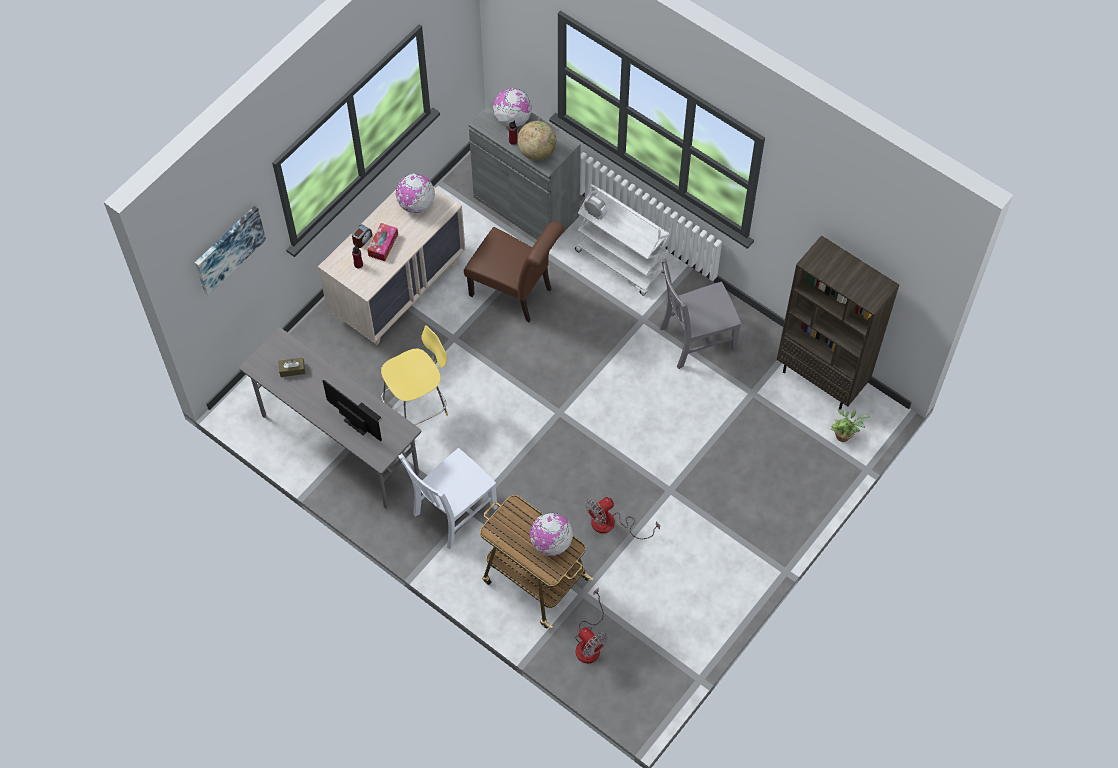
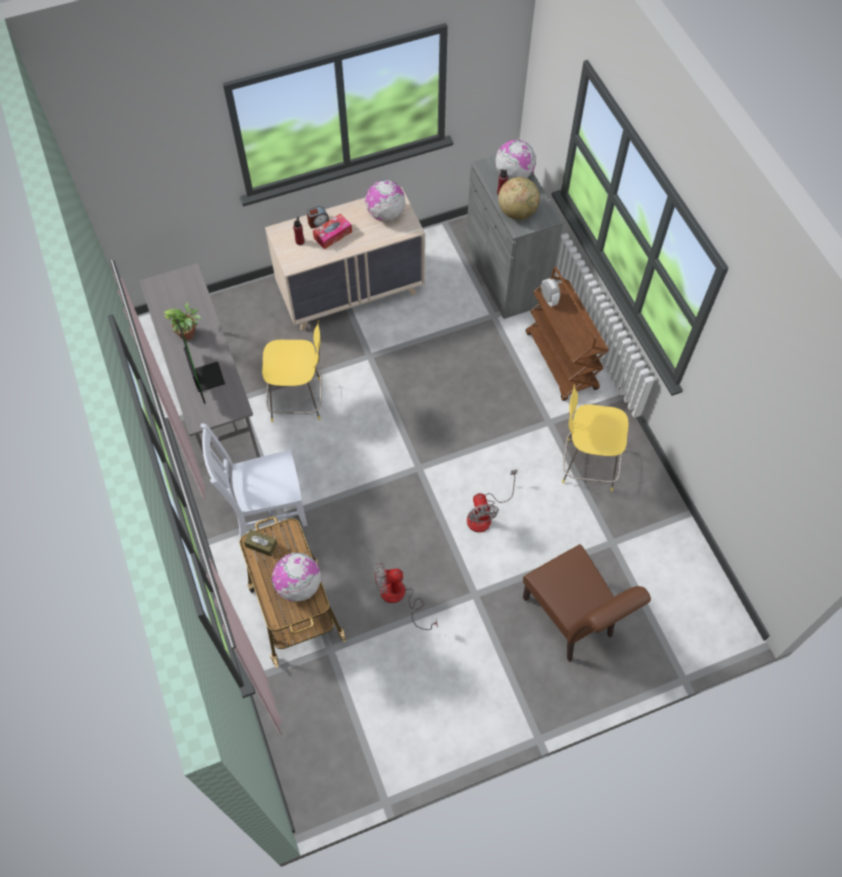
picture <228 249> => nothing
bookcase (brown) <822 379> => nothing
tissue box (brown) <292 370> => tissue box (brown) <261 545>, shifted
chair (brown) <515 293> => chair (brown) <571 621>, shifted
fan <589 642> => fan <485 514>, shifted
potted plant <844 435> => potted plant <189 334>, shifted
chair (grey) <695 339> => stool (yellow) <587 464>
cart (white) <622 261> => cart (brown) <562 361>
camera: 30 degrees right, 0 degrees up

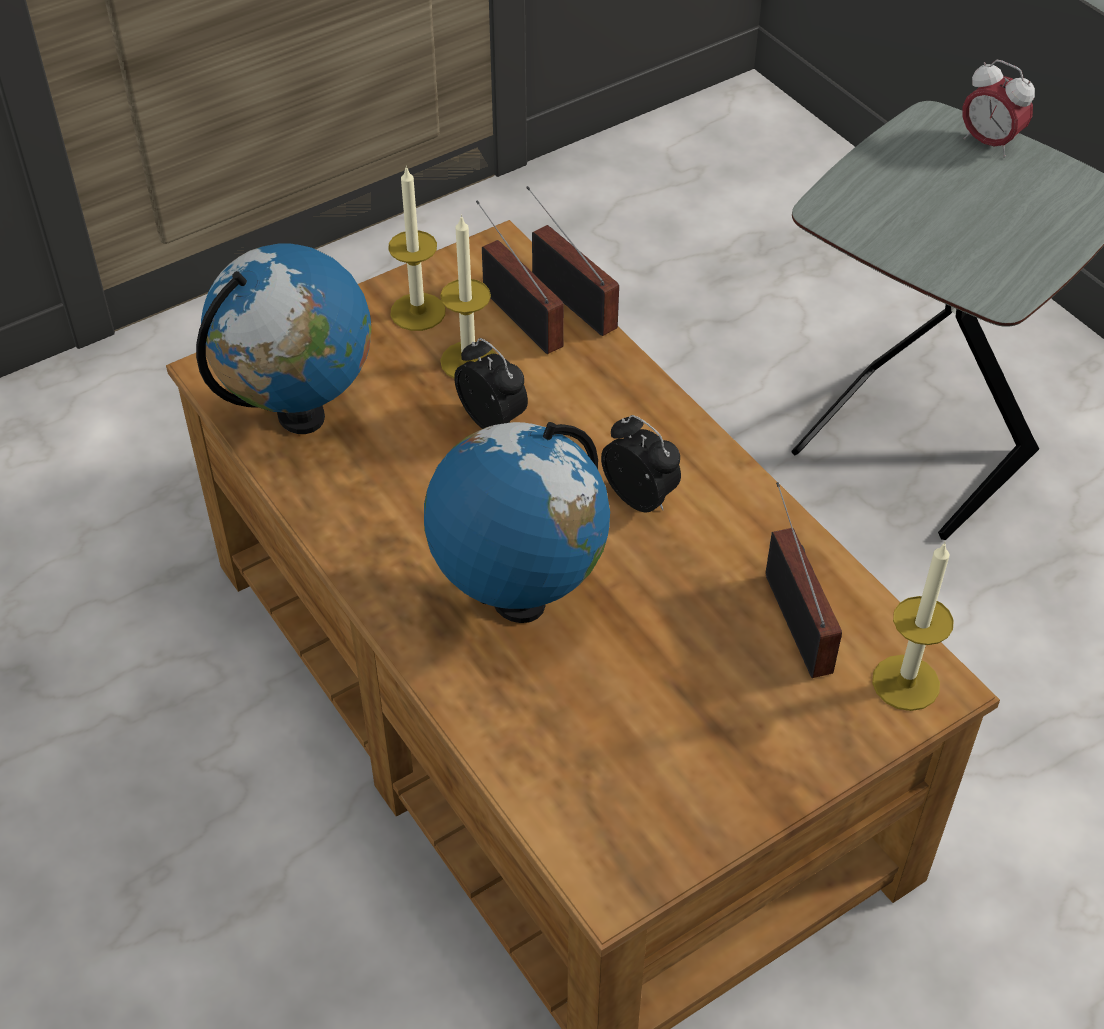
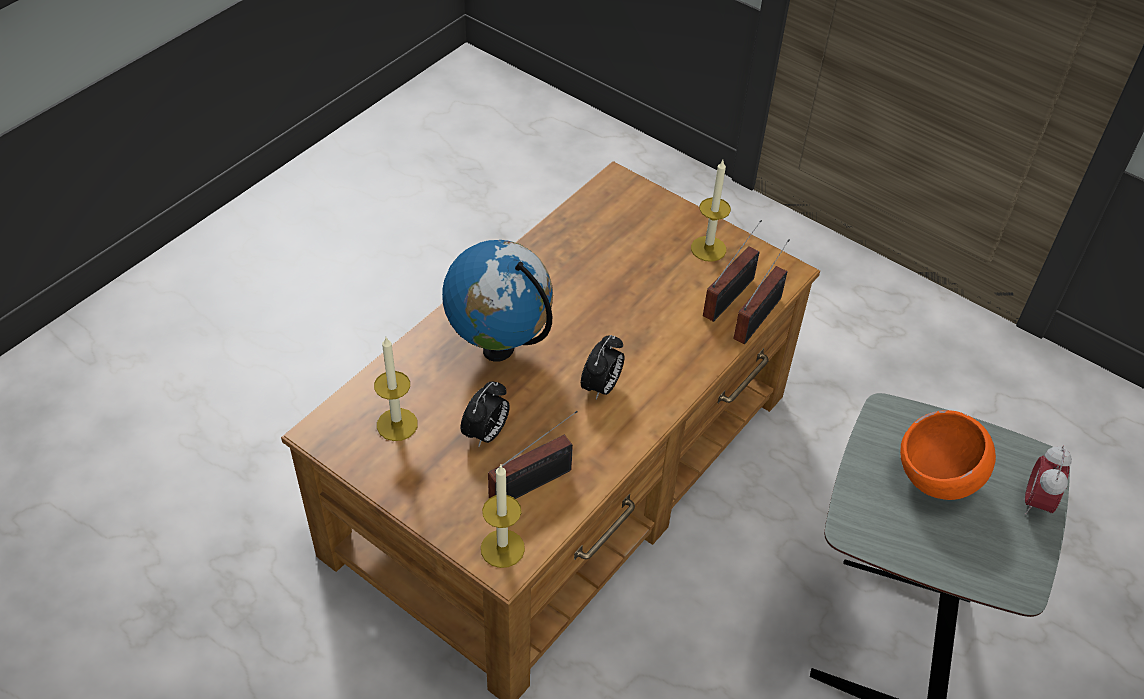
globe <301 416> => nothing
nothing => bowl (orange) <937 480>
candle <468 361> => candle <397 424>, shifted
alarm clock <494 421> => alarm clock <486 434>, shifted
camera: 70 degrees right, 0 degrees up

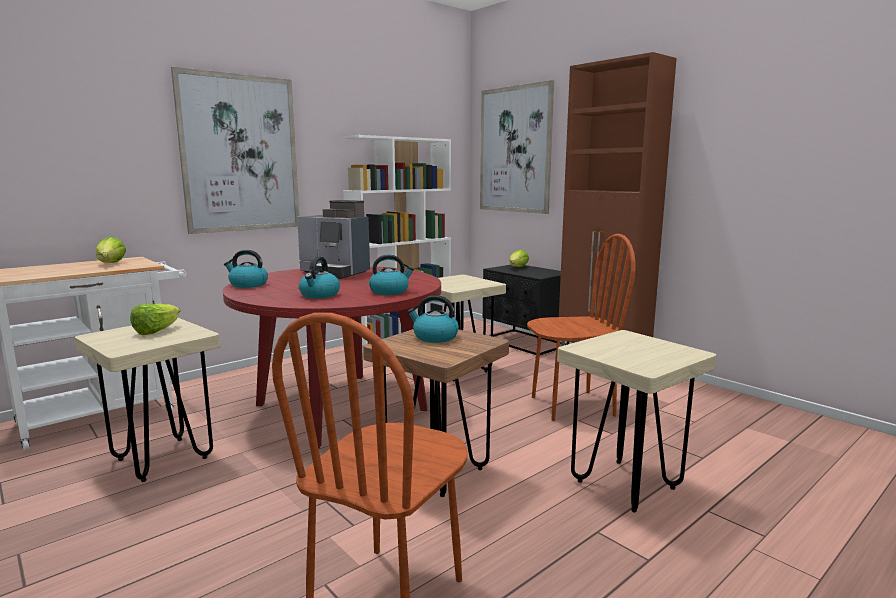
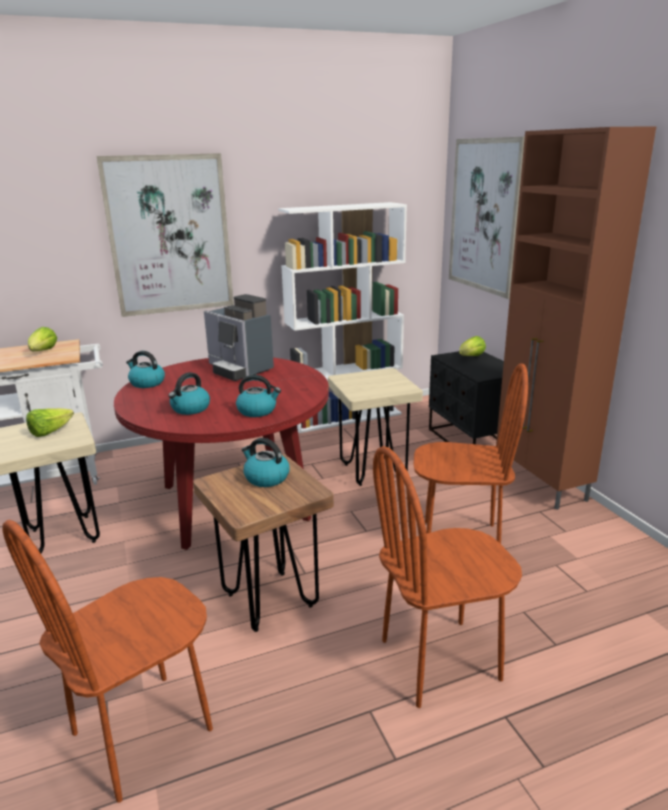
stool (beige) <625 485> => chair (brown) <440 660>
camera: 20 degrees right, 10 degrees up

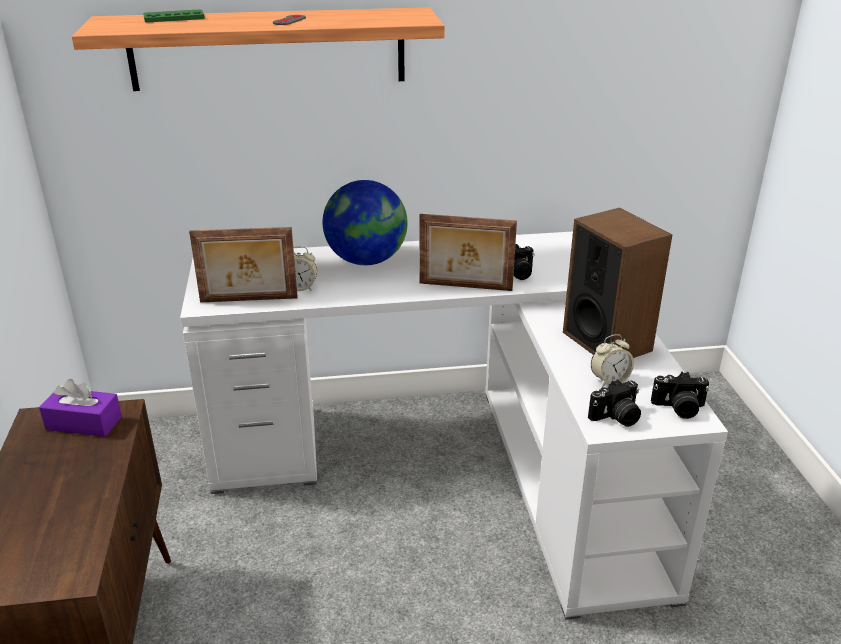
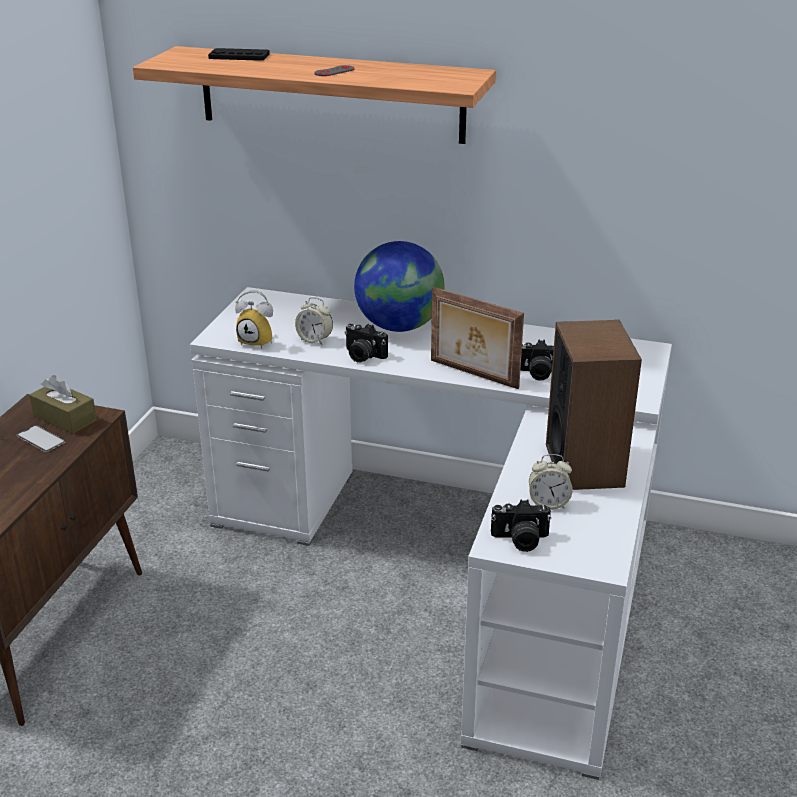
nothing => phone <41 439>
photo camera <679 408> => photo camera <363 356>, shifted
picture frame <249 300> => alarm clock <259 342>
tissue box (purple) <84 423> => tissue box (brown) <65 418>
game controller (green) <174 18> => game controller (black) <239 56>
camera: 25 degrees right, 0 degrees up

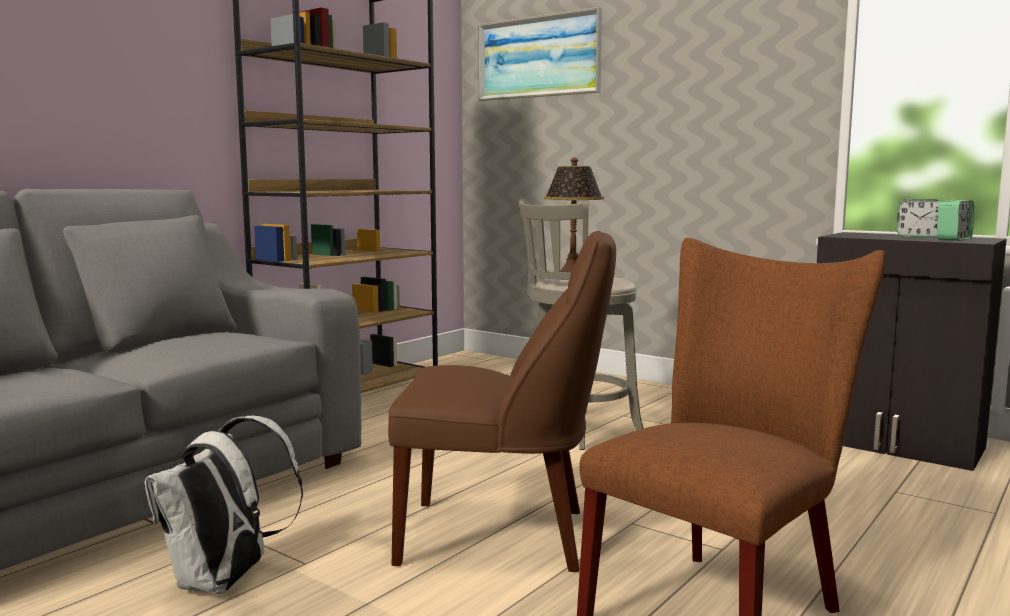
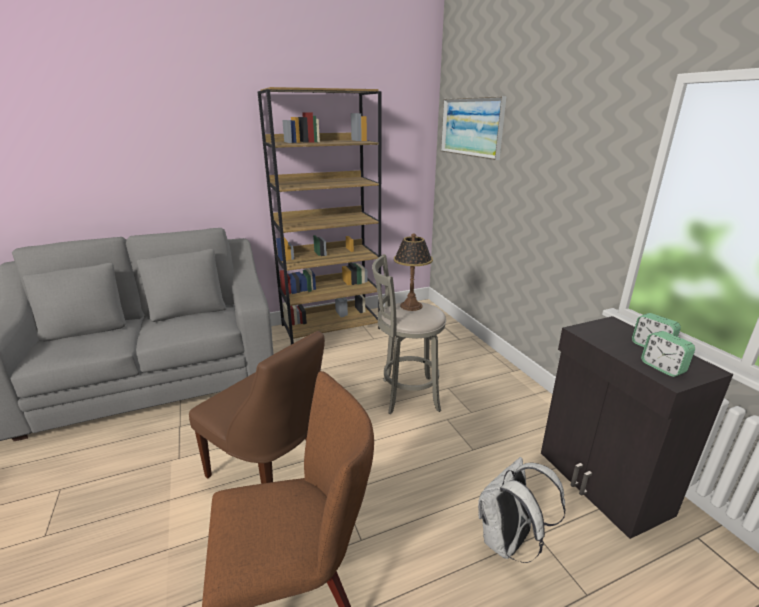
backpack (white) <225 582> => backpack (white) <508 542>, shifted
alarm clock <953 239> => alarm clock <662 368>, 75 degrees clockwise
camera: 30 degrees right, 15 degrees up

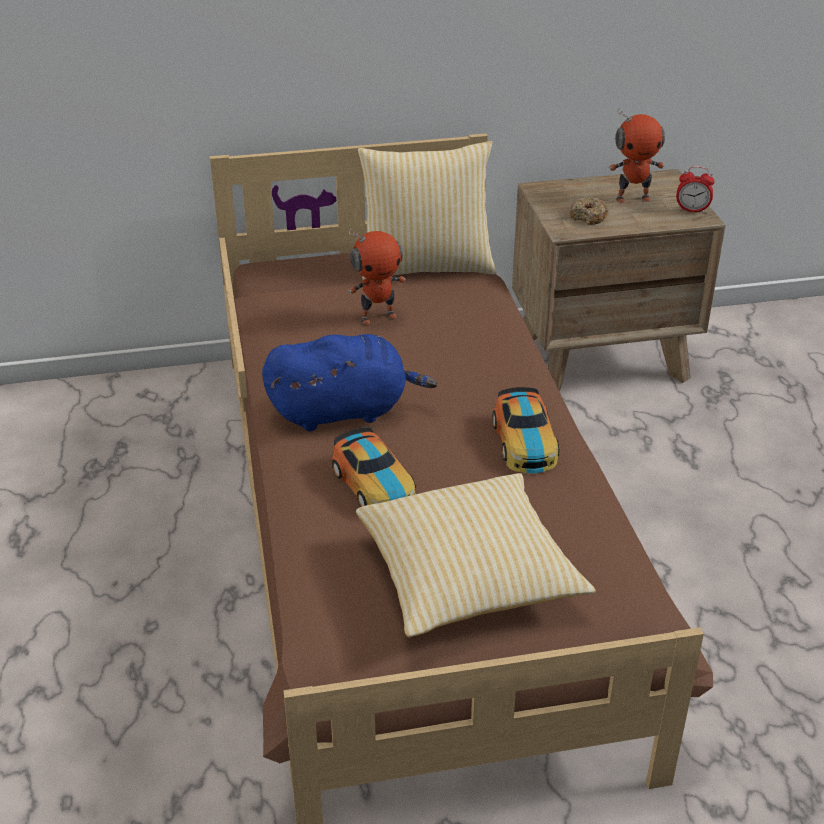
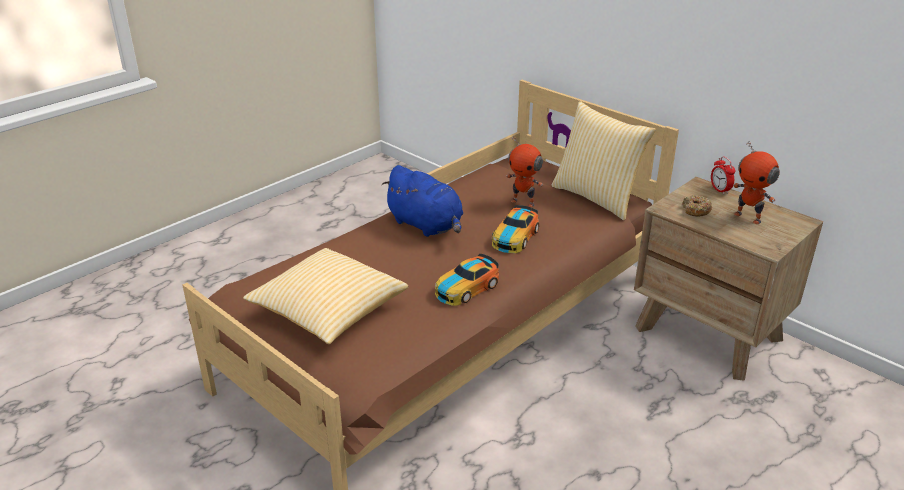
toy car <374 484> => toy car <514 237>, shifted
alarm clock <692 210> => alarm clock <720 190>, shifted
camera: 55 degrees right, 5 degrees down

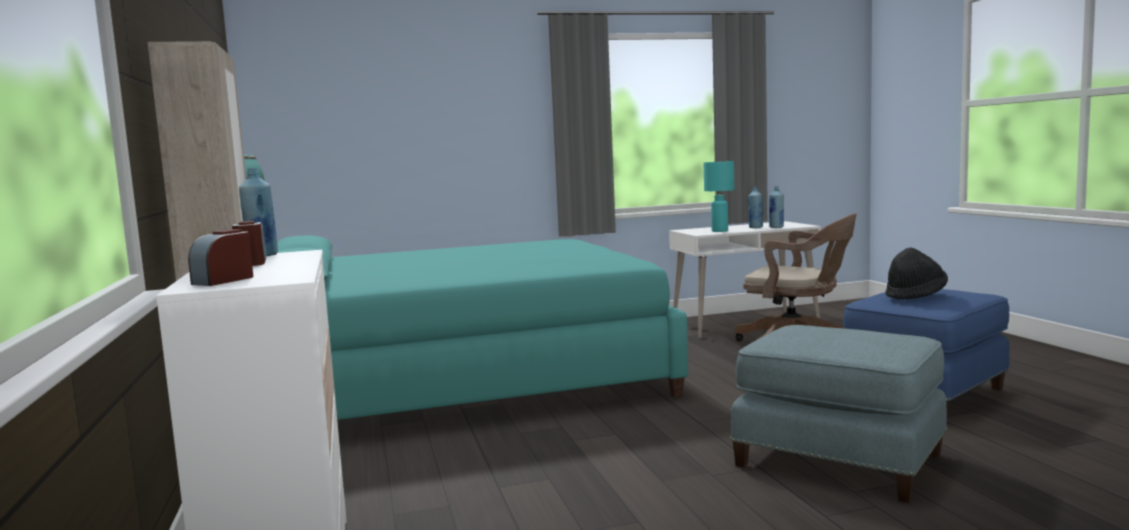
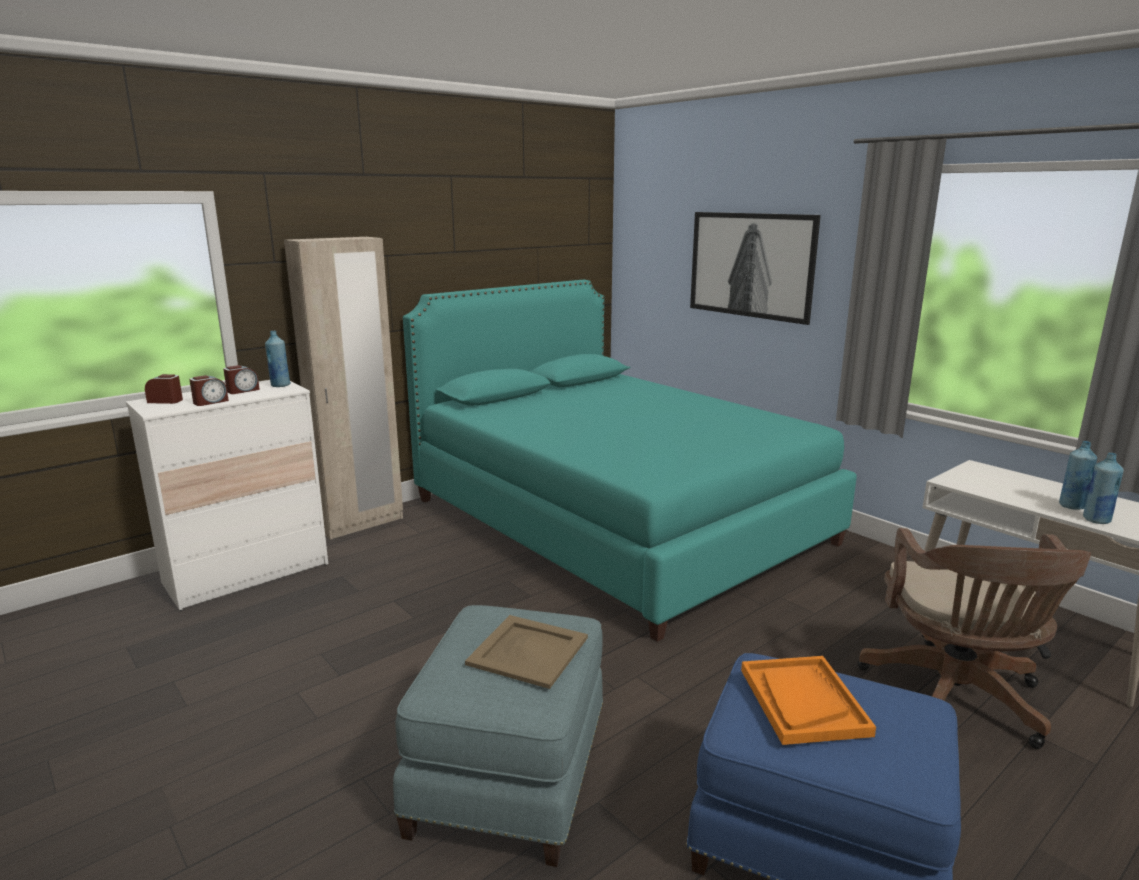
table lamp (turquoise) <719 231> => nothing
nothing => alarm clock <210 402>
nothing => tray (beige) <528 651>
nothing => picture <750 265>
hat (black) <915 295> => tray (orange) <803 701>
camera: 65 degrees right, 10 degrees up

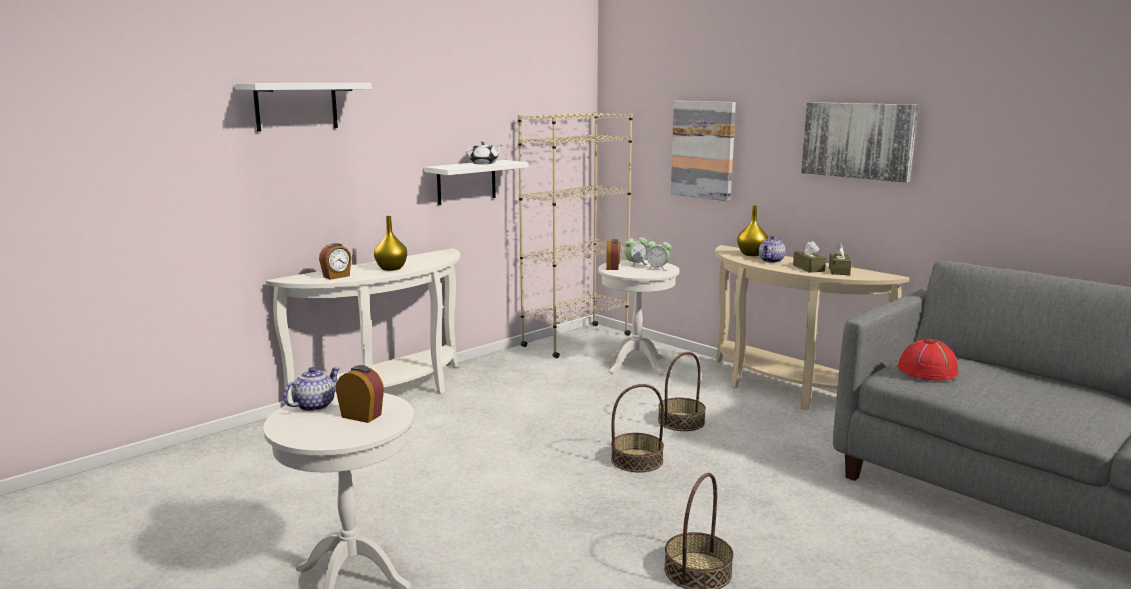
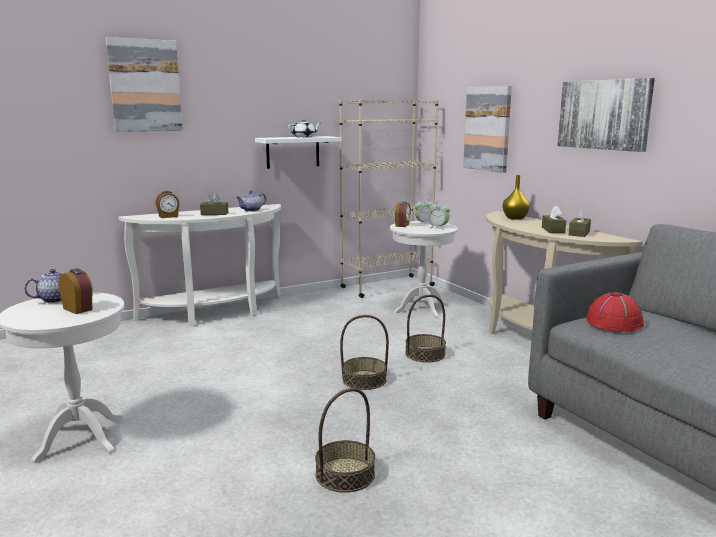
teapot <771 261> => teapot <251 210>, shifted
shelf (white) <296 106> => picture <145 85>
vase (yellow) <392 268> => tissue box (brown) <214 214>
camera: 15 degrees right, 0 degrees up

